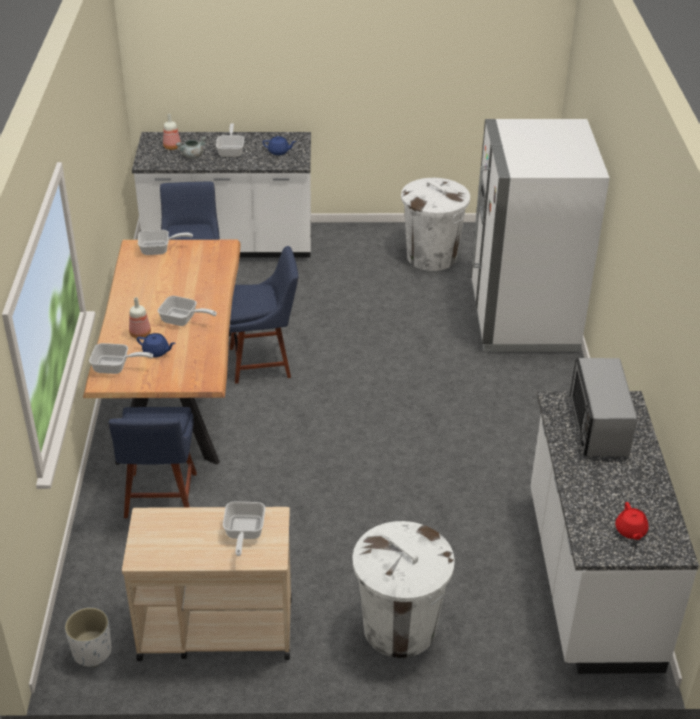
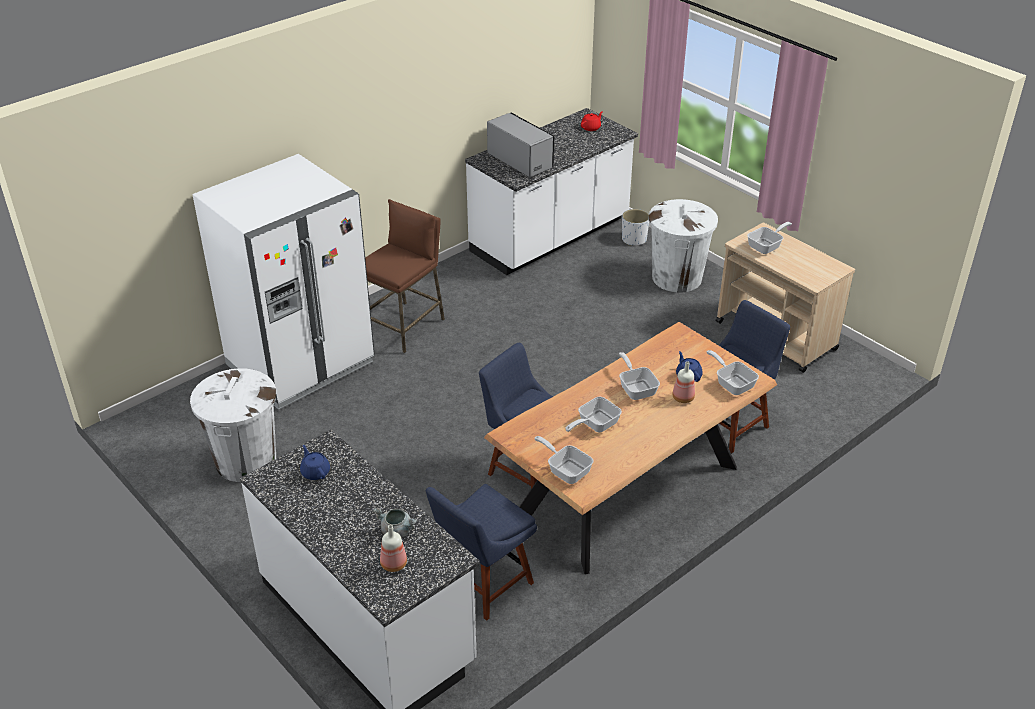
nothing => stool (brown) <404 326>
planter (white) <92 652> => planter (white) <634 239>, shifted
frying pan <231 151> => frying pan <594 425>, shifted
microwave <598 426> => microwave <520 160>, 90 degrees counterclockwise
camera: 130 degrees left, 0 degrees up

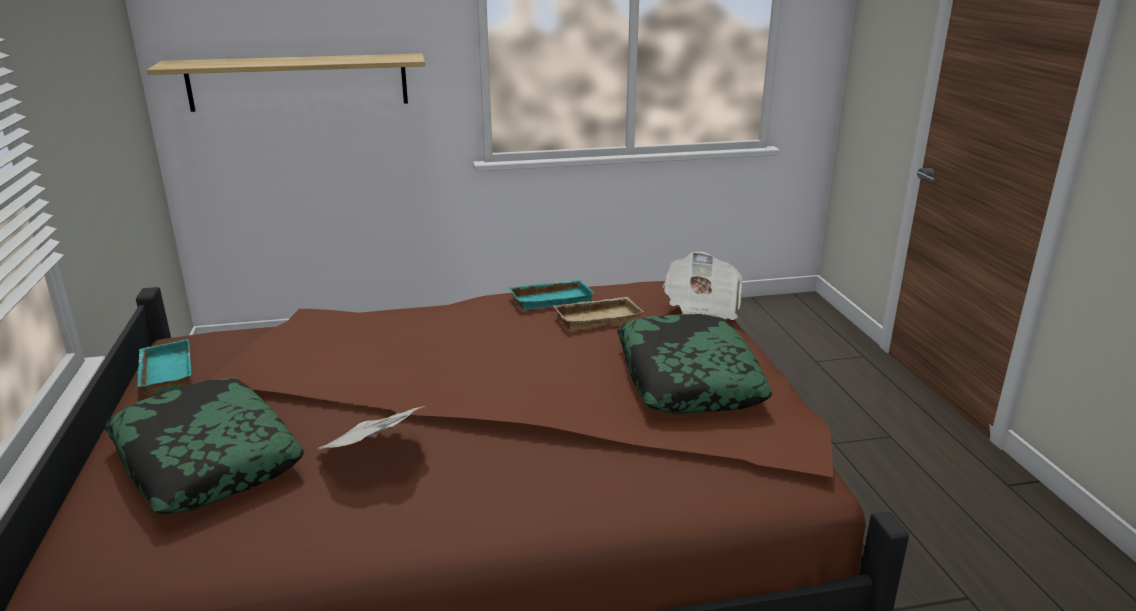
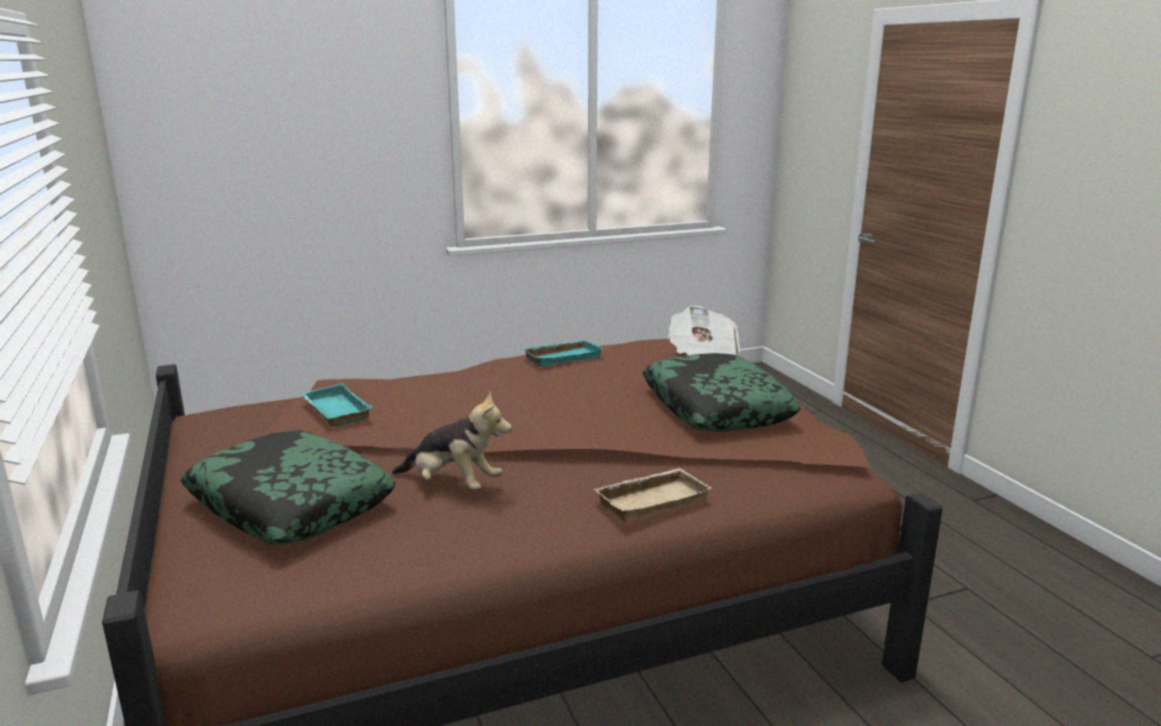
shelf <298 82> => nothing
tray (turquoise) <163 372> => tray (turquoise) <334 411>, shifted
tray (beige) <598 317> => tray (beige) <651 499>, shifted
newspaper <373 452> => plush toy <453 485>
camera: 10 degrees left, 5 degrees down

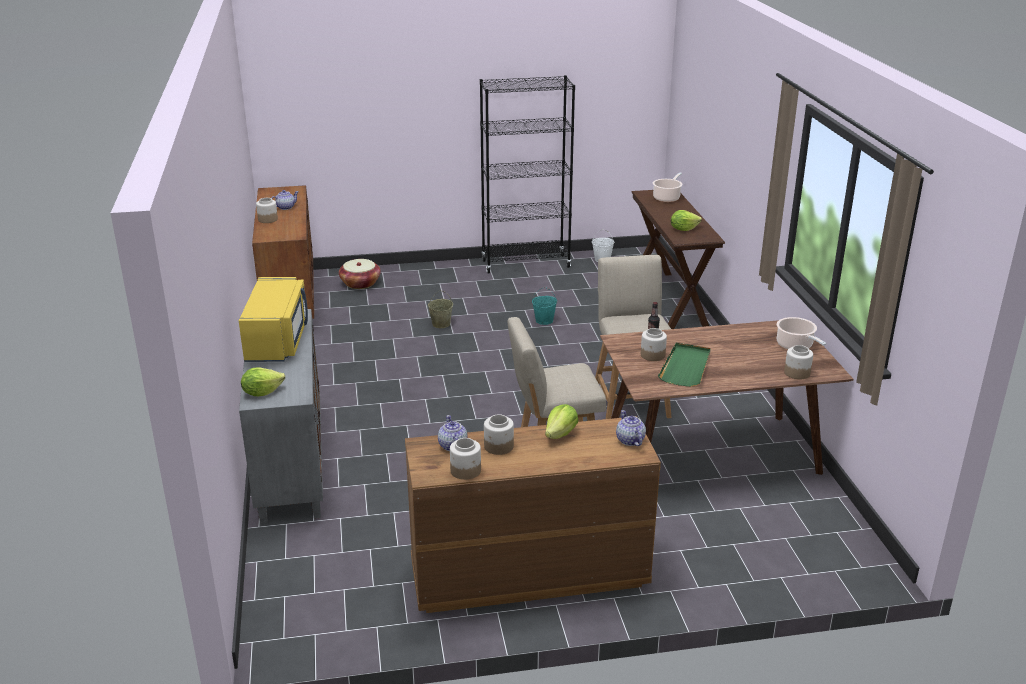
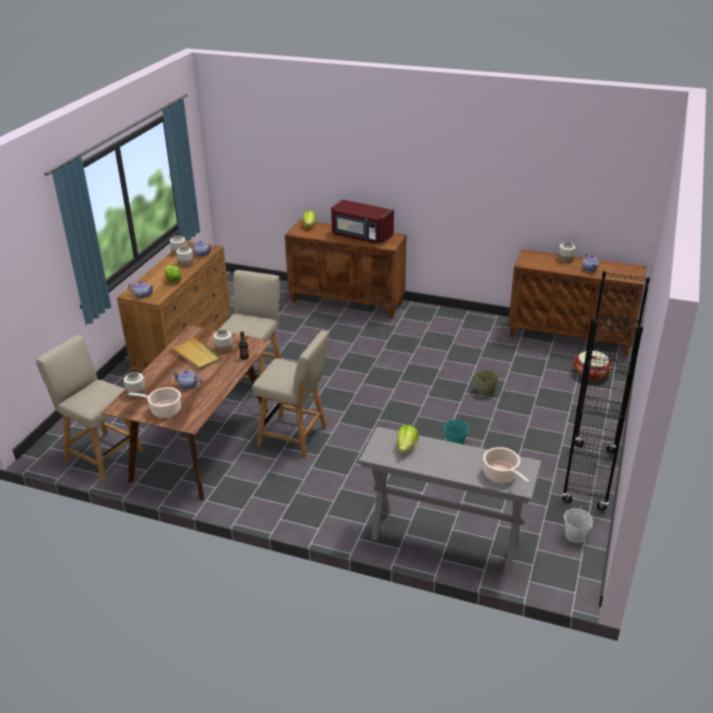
nothing => chair (beige) <101 455>
nothing => teapot <188 386>
microwave (yellow) <278 341> => microwave (red) <361 236>
cabinet (grey) <290 465> => cabinet (brown) <347 302>
console table (brown) <669 300> => console table (grey) <444 539>
tray (green) <686 367> => tray (beige) <196 355>
camera: 120 degrees right, 5 degrees up

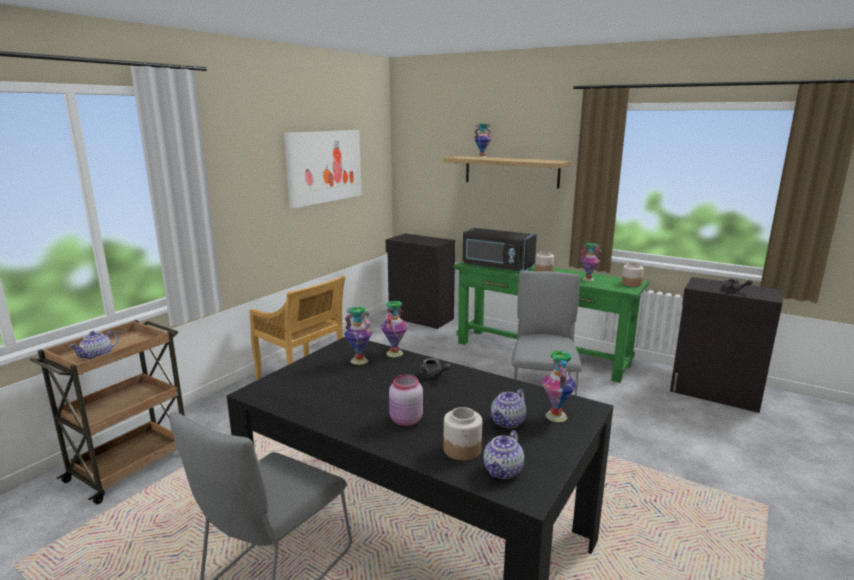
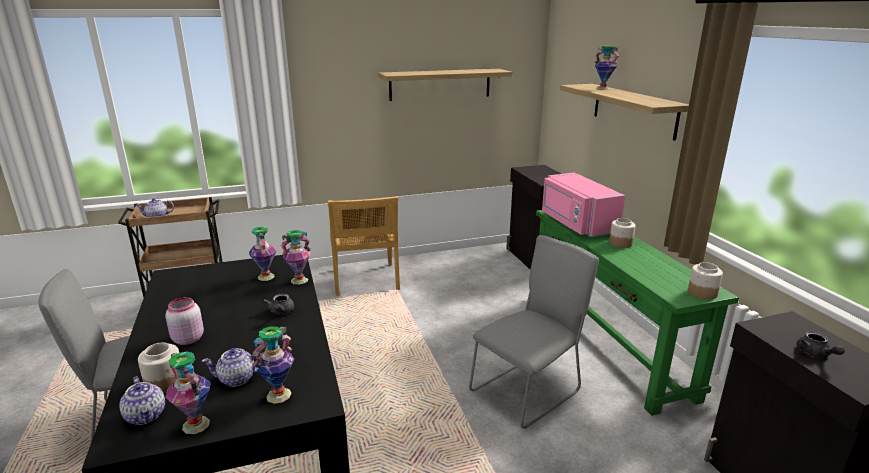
vase <588 279> => vase <196 424>, shifted
picture <324 166> => shelf <440 84>
microwave (black) <496 267> => microwave (pink) <576 224>
teapot <503 471> => teapot <146 415>, 105 degrees counterclockwise
camera: 40 degrees right, 5 degrees up

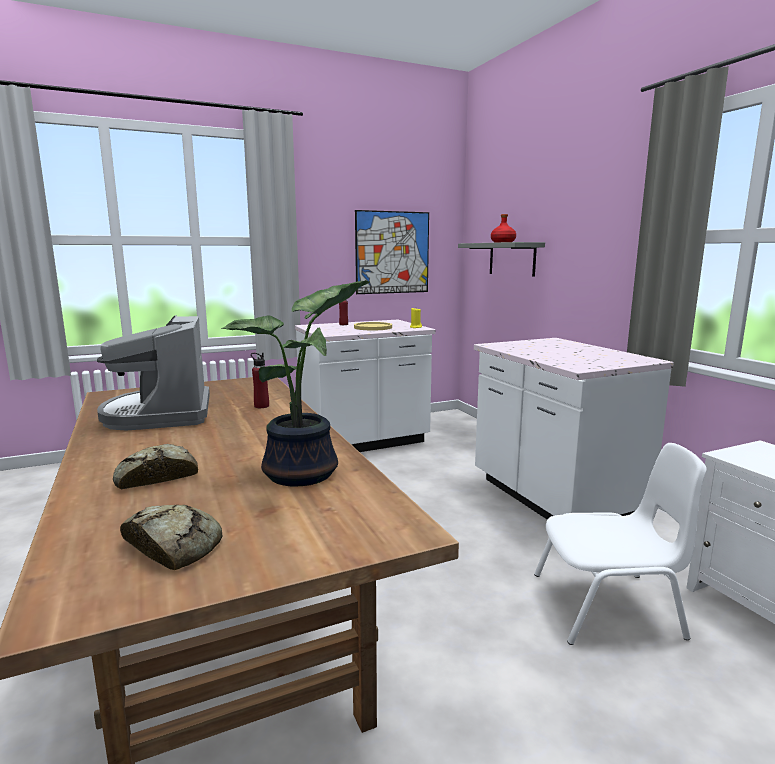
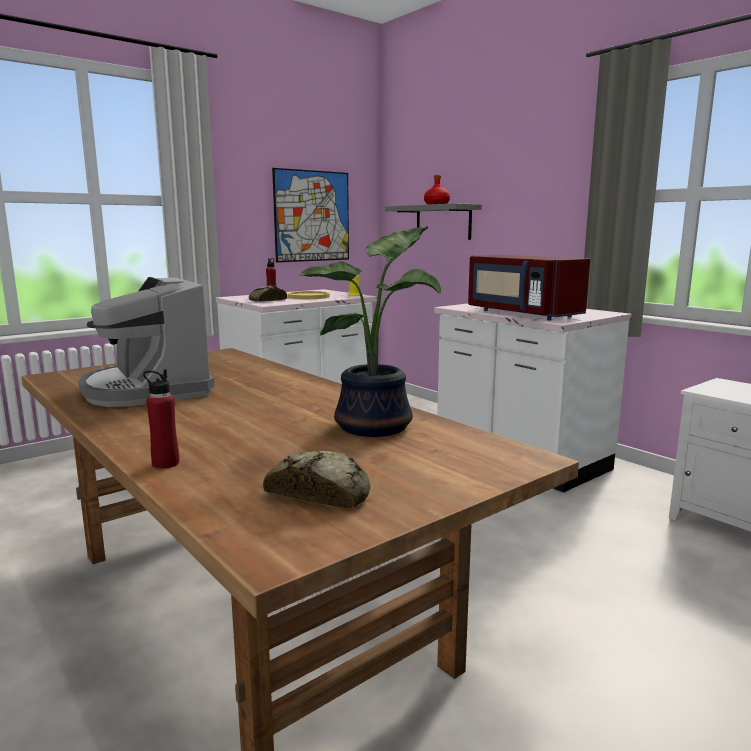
chair (white) <608 606> => nothing
nothing => microwave (red) <521 314>
bread <155 476> => bread <266 300>, shifted
bottle (red) <261 406> => bottle (red) <165 463>, shifted
camera: 15 degrees left, 0 degrees up

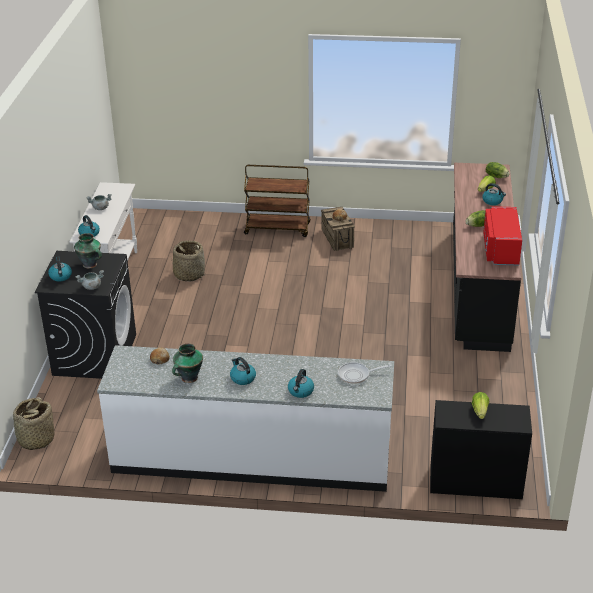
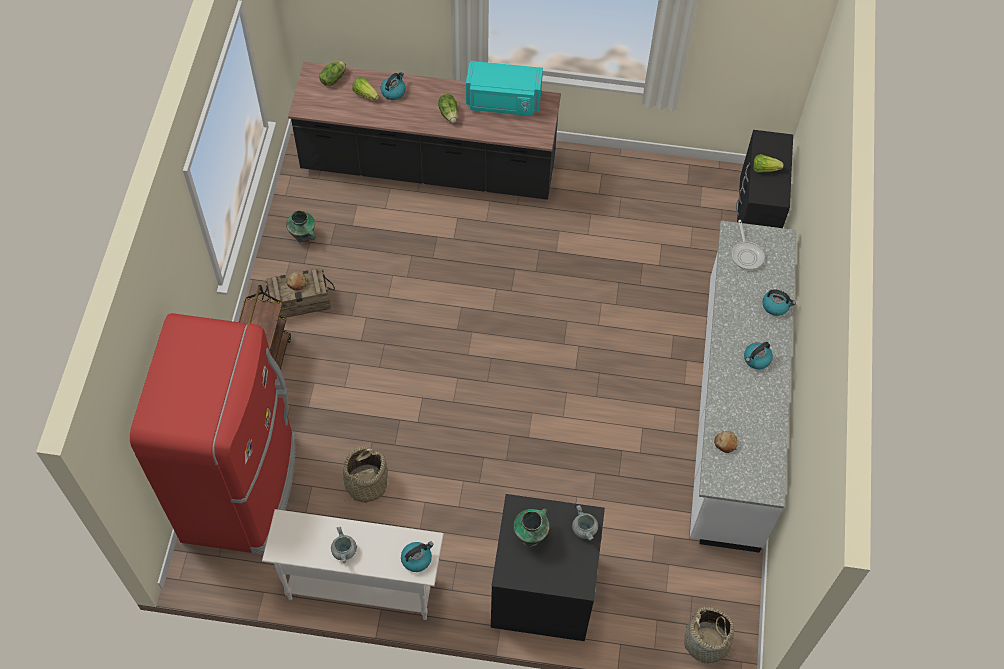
kettle <61 276> => nothing
nothing => fridge (red) <242 488>
vase <188 378> => vase <304 237>, shifted
microwave (red) <500 249> => microwave (turquoise) <503 102>
camera: 90 degrees left, 25 degrees up

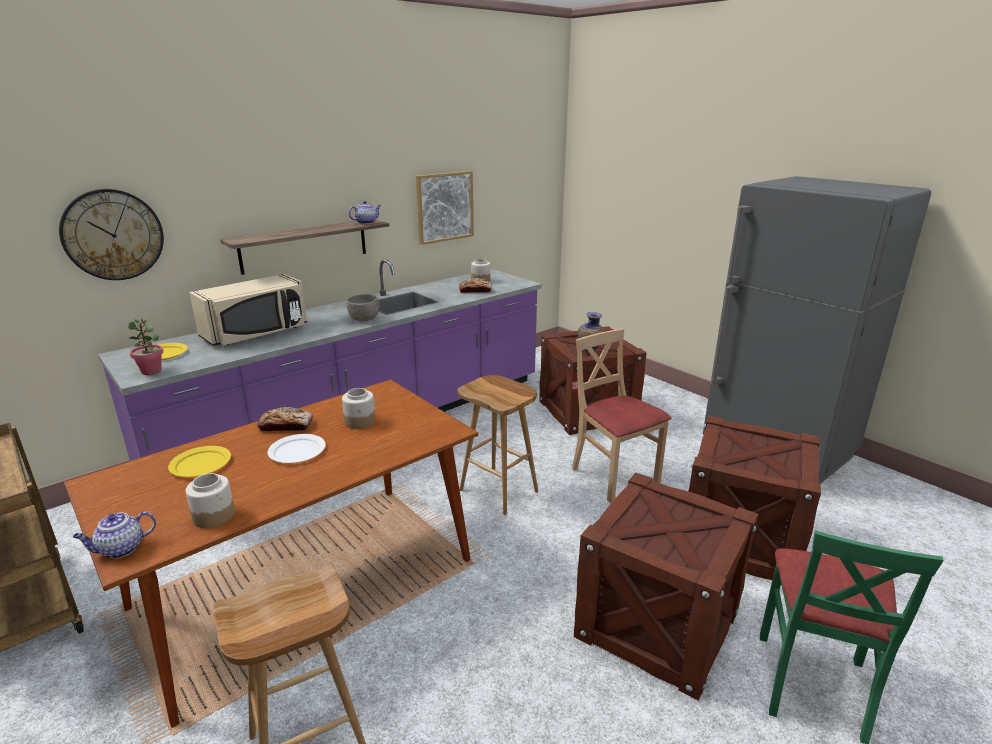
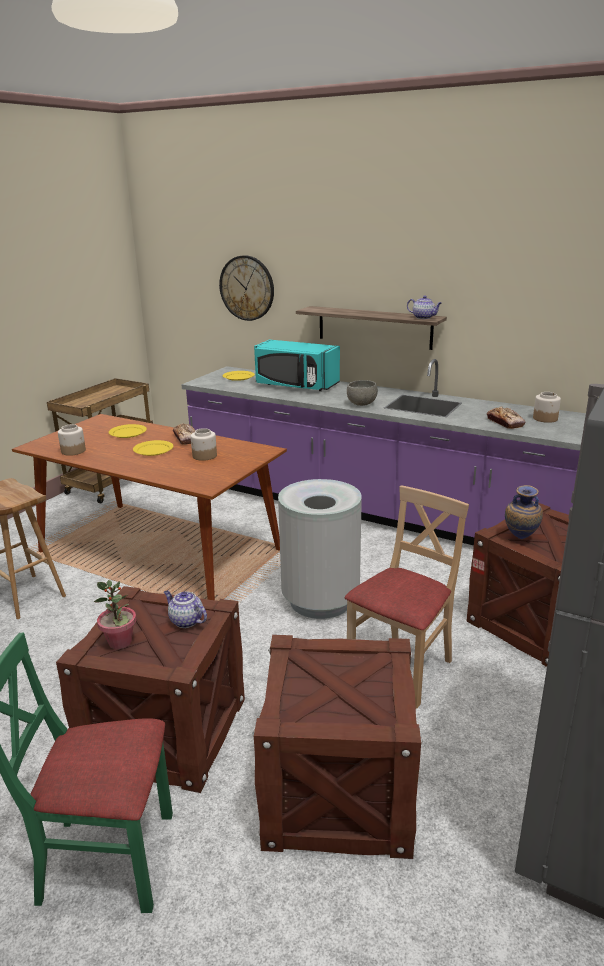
picture <444 207> => nothing
teapot <120 549> => teapot <185 621>, shifted
potted plant <151 371> => potted plant <120 642>, shifted
stool (brown) <500 490> => trash can (grey) <320 601>
microwave (beige) <257 333> => microwave (turquoise) <296 385>
plate (white) <296 451> => plate (yellow) <153 450>
camera: 70 degrees right, 0 degrees up

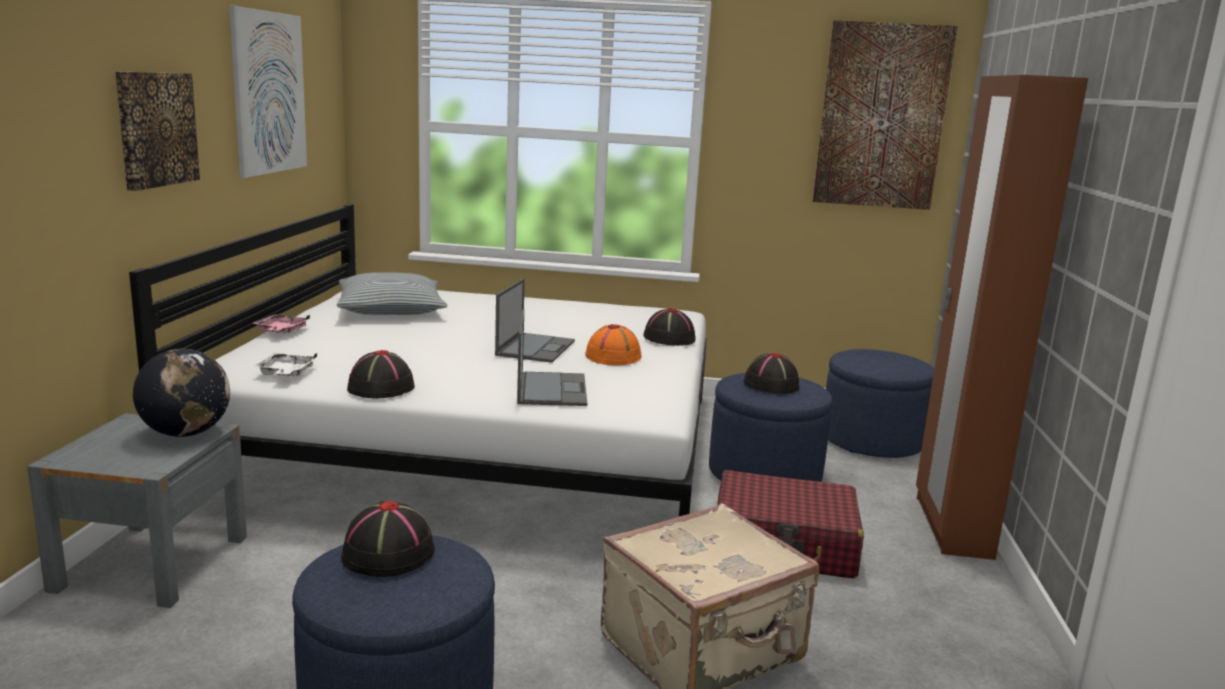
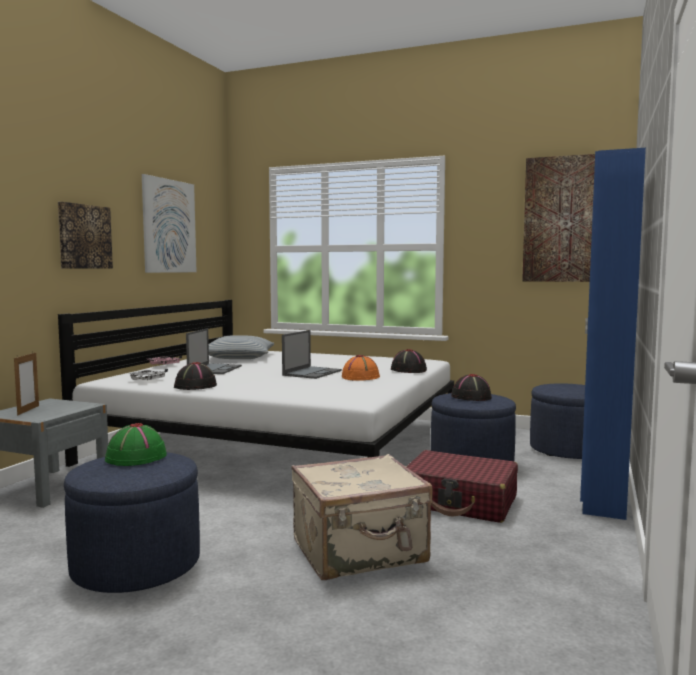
globe <186 433> => nothing
nothing => picture frame <28 410>
laptop <551 389> => laptop <215 369>, shifted
hat (black) <388 554> => hat (green) <135 458>
wardrobe (brown) <951 526> => wardrobe (blue) <601 499>
camera: 15 degrees right, 10 degrees down

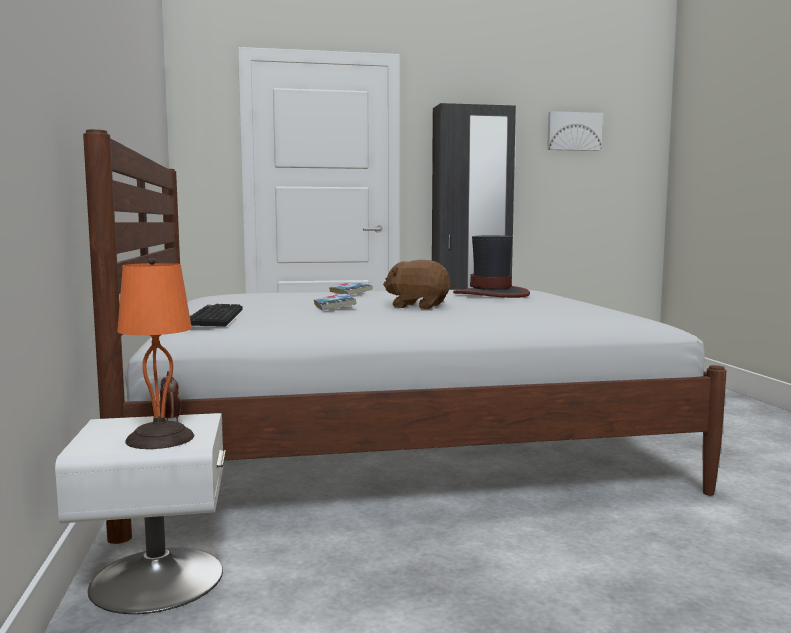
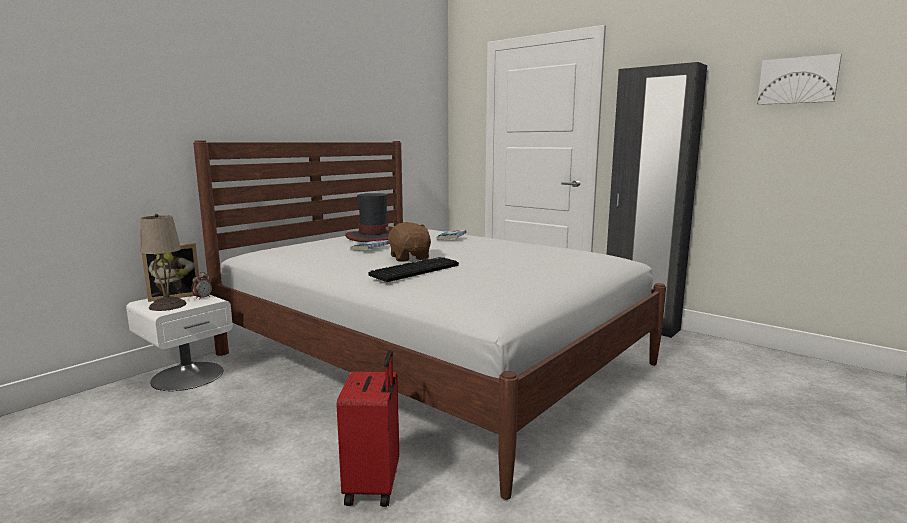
nothing => picture frame <174 296>
nothing => suitcase (red) <374 486>
keyboard <214 317> => keyboard <415 270>, shifted
hat <491 294> => hat <374 237>, shifted
table lamp (orange) <159 438> => table lamp (beige) <168 305>
camera: 50 degrees right, 5 degrees up

